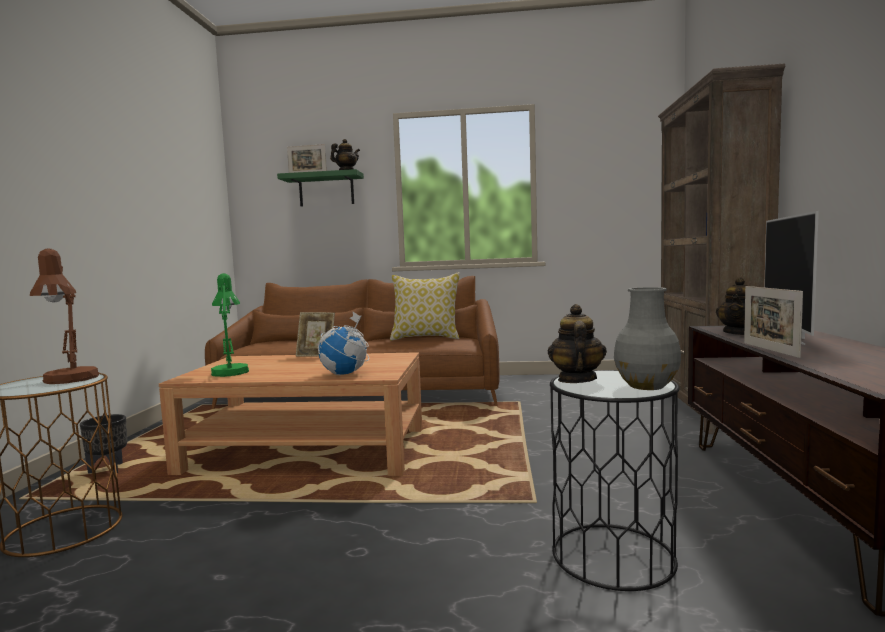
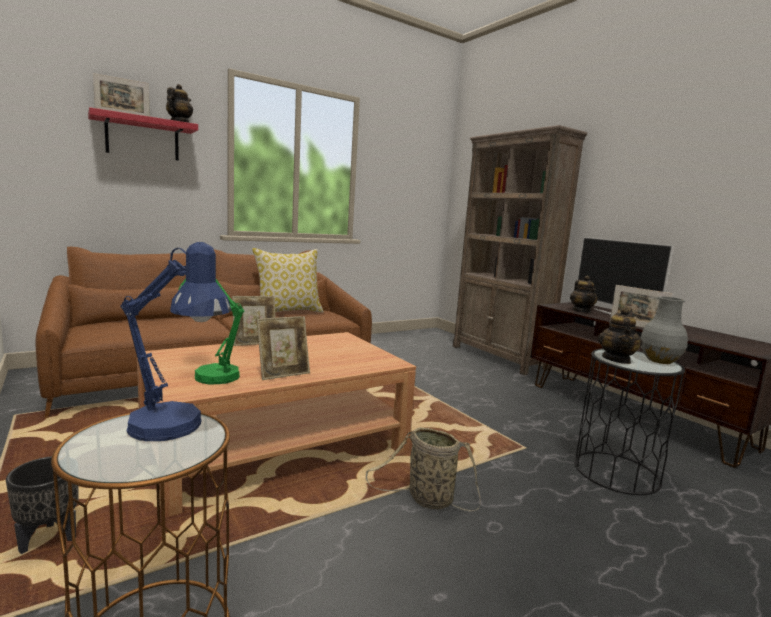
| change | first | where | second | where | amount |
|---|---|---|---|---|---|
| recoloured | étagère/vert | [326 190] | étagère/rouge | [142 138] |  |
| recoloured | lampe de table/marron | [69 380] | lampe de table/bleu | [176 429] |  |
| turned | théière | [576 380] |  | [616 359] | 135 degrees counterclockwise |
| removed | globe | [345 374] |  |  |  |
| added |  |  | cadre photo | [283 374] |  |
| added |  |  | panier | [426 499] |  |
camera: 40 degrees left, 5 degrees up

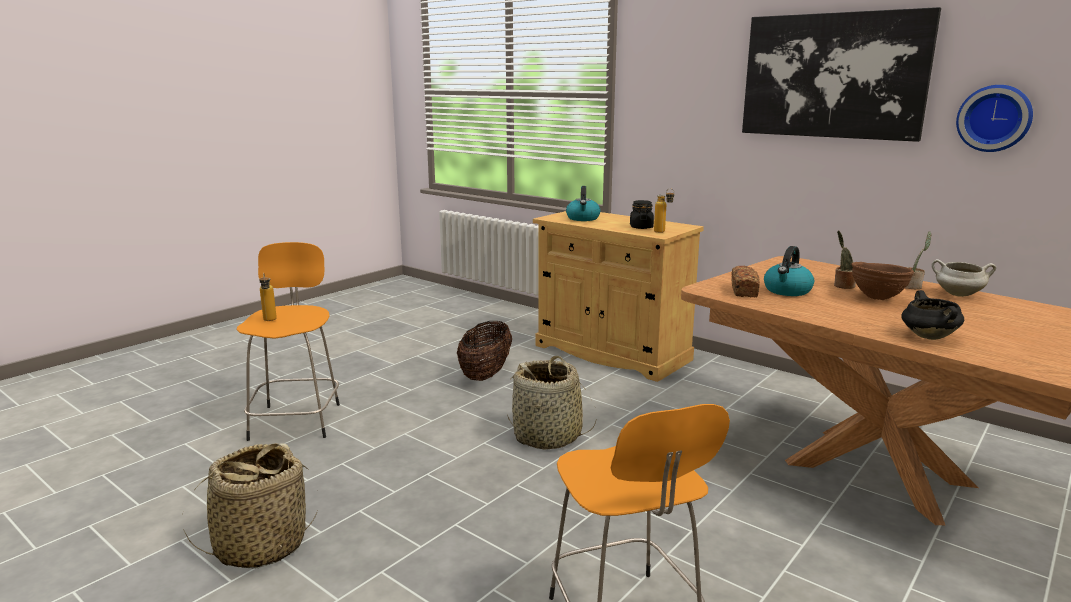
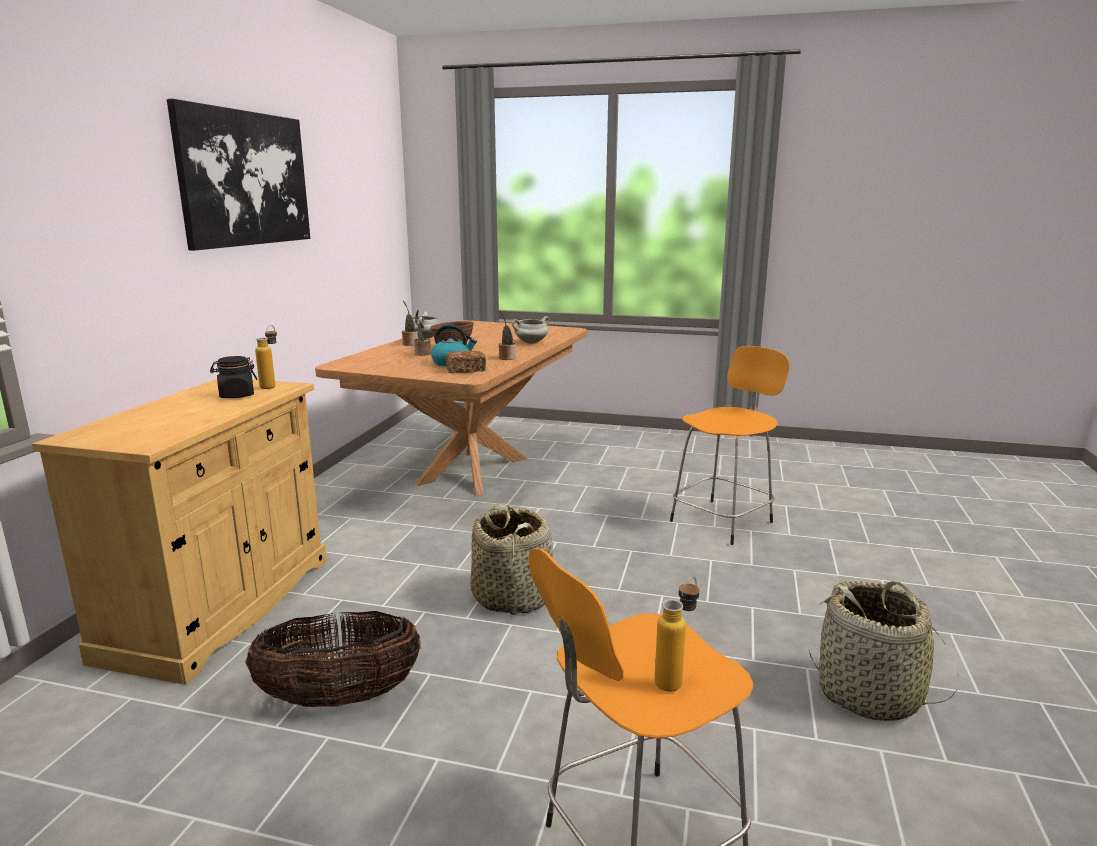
| change | first | where | second | where | amount |
|---|---|---|---|---|---|
| removed | horloge murale | [994 118] |  |  |  |
| removed | bouilloire | [583 218] |  |  |  |
| recoloured | marmite/noir | [927 336] | marmite/blanc | [531 343] |  |
| added |  |  | plante en pot | [506 358] |  |
camera: 115 degrees left, 0 degrees up

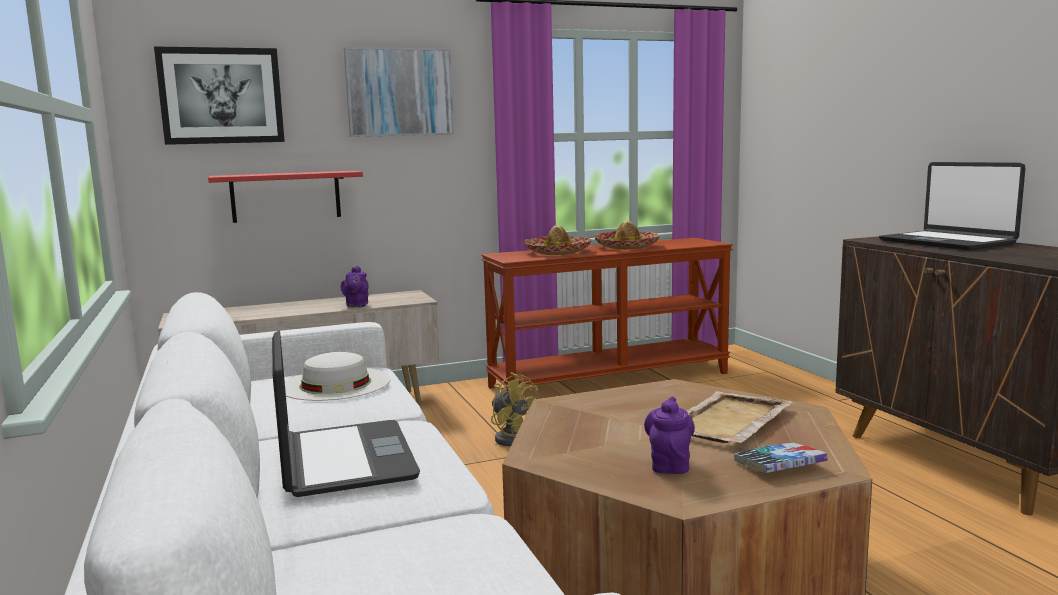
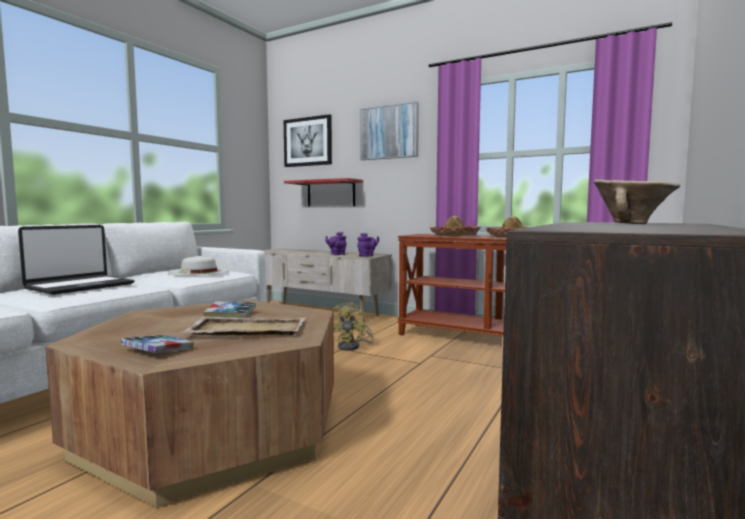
| change | first | where | second | where | amount |
|---|---|---|---|---|---|
| replaced | ordinateur portable | [947 242] | bol/beige | [633 224] |  |
| moved | théière/violet | [669 464] |  | [367 256] |  |
| added |  |  | livre | [230 314] |  |
camera: 50 degrees right, 5 degrees down

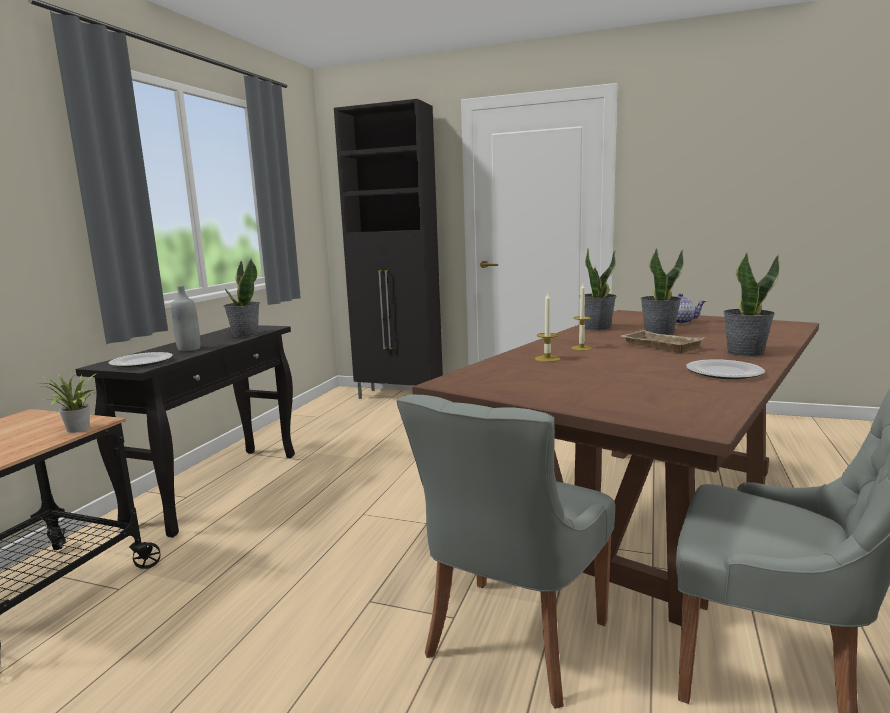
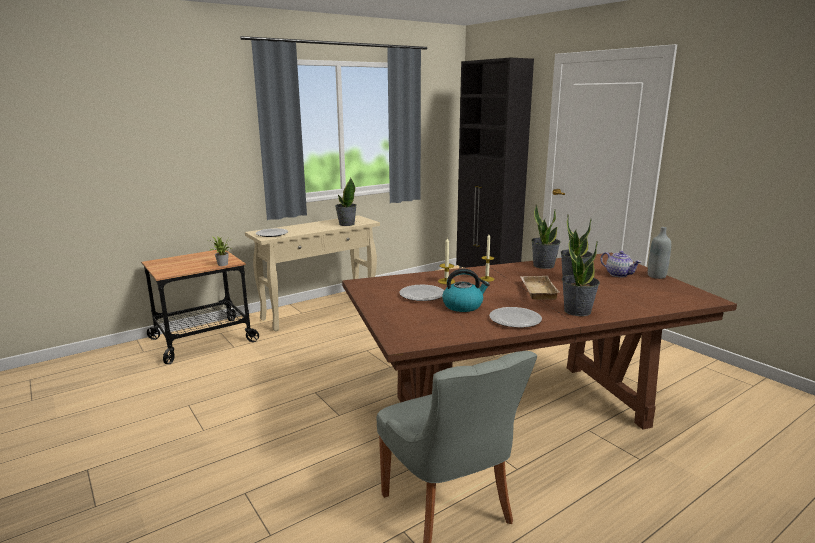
| change | first | where | second | where | amount |
|---|---|---|---|---|---|
| moved | bouteille/gris | [189 349] |  | [656 276] |  |
| recoloured | table console/noir | [218 487] | table console/beige | [320 312] |  |
| removed | chaise/gris | [512 642] |  |  |  |
| added |  |  | bouilloire | [463 306] |  |
| added |  |  | assiette | [422 295] |  |
camera: 35 degrees right, 5 degrees up

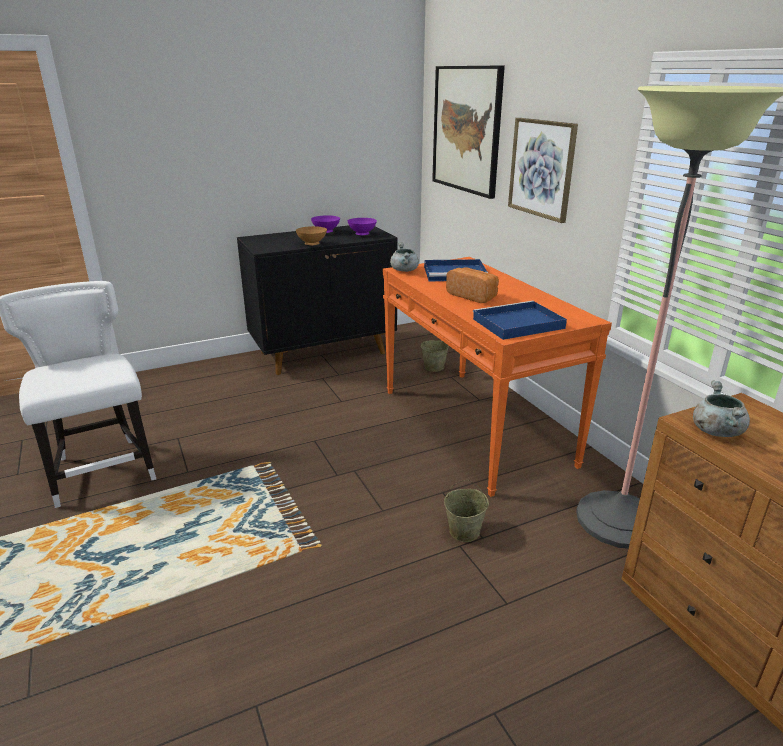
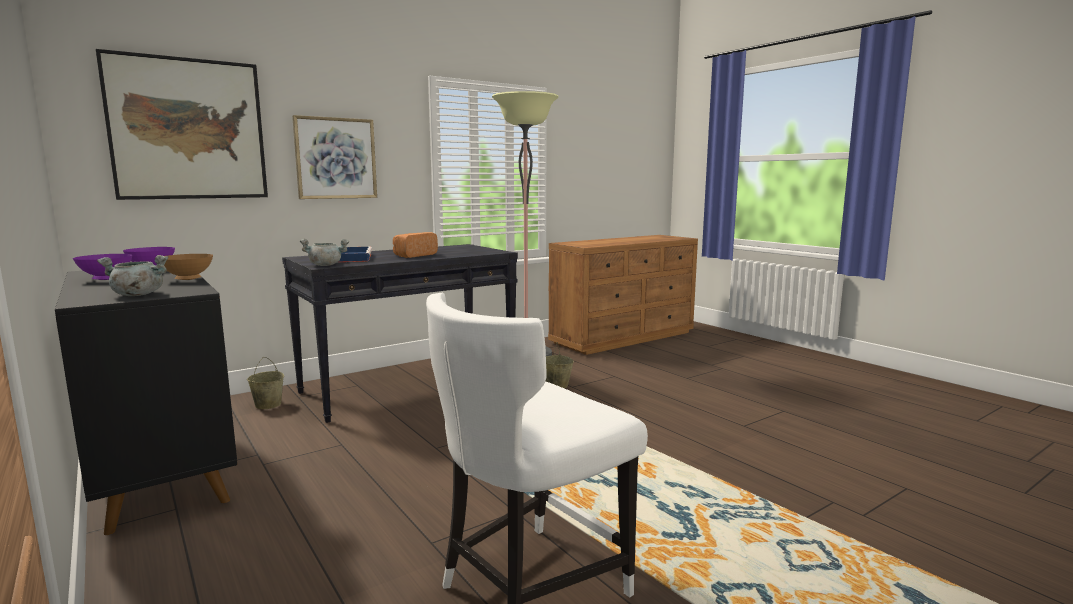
| change | first | where | second | where | amount |
|---|---|---|---|---|---|
| recoloured | table console/orange | [475 426] | table console/noir | [409 386] |  |
| removed | plateau/bleu | [517 324] |  |  |  |
| moved | marmite/gris | [715 430] |  | [136 295] |  |
camera: 100 degrees left, 15 degrees down

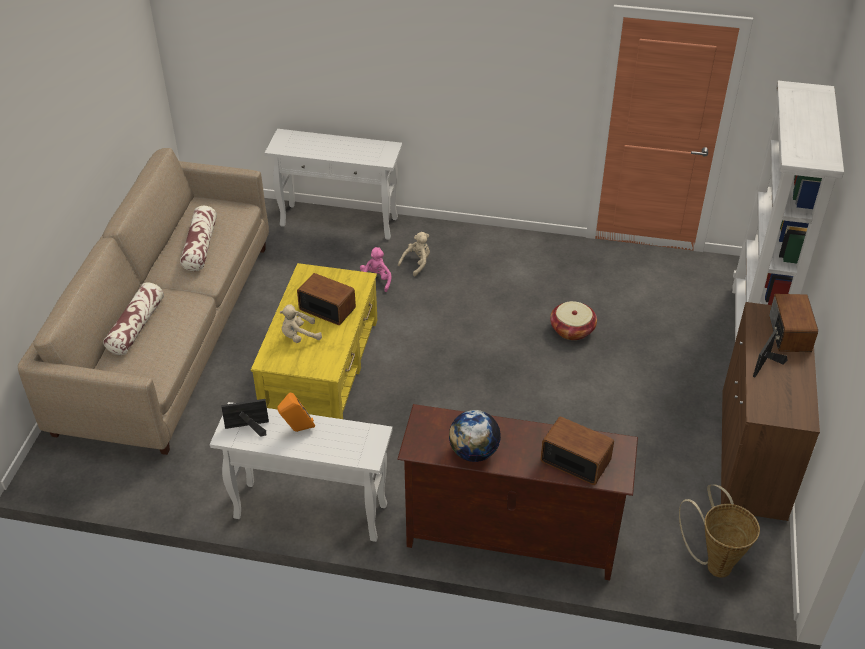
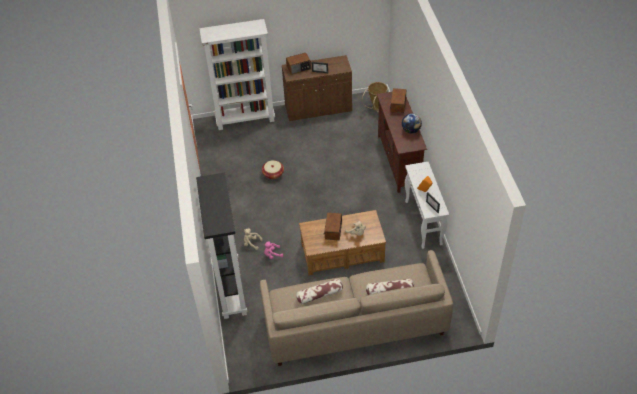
| change | first | where | second | where | amount |
|---|---|---|---|---|---|
| replaced | table console/blanc | [340 222] | bibliothèque/noir | [230 289] |  |
| recoloured | table basse/jaune | [322 365] | table basse/marron | [342 252] |  |
camera: 110 degrees left, 5 degrees up

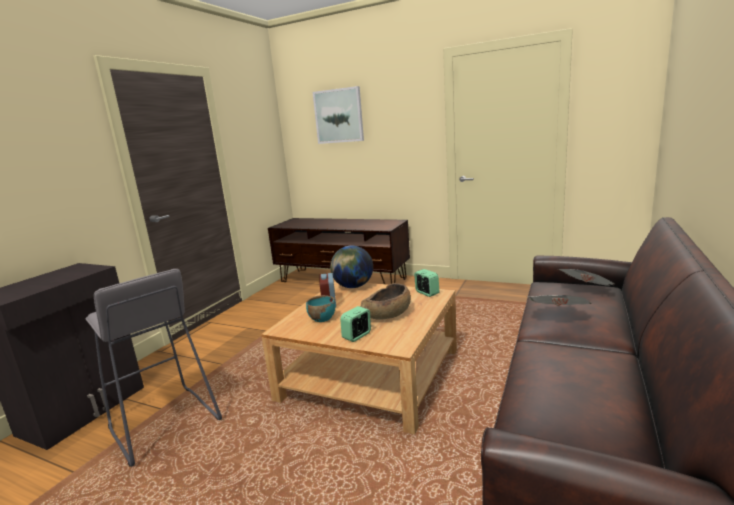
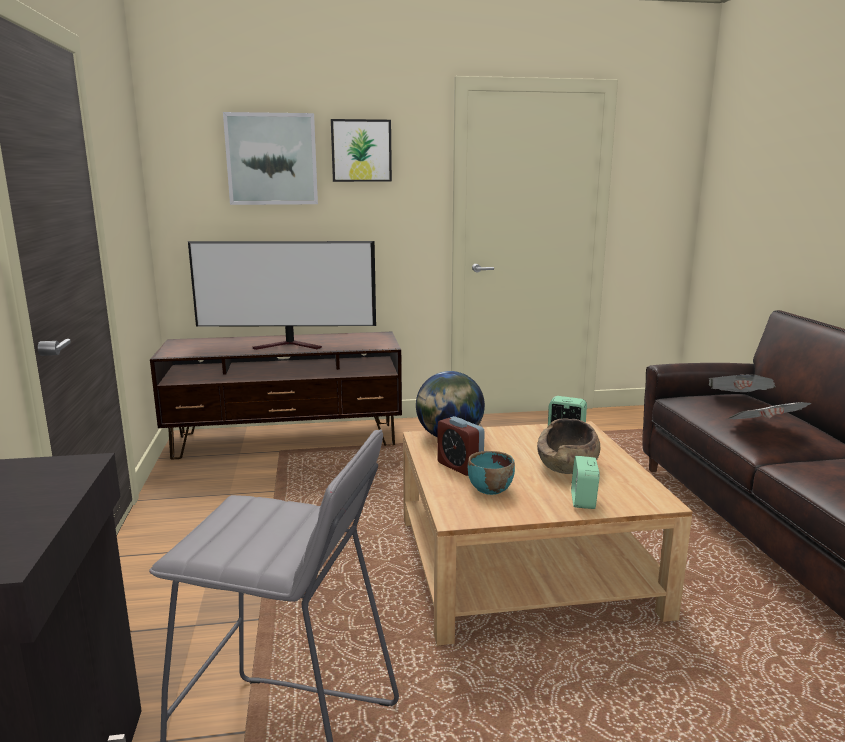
| change | first | where | second | where | amount |
|---|---|---|---|---|---|
| added |  |  | tableau | [361 151] |  |
| added |  |  | téléviseur | [291 346] |  |
camera: 35 degrees left, 0 degrees up

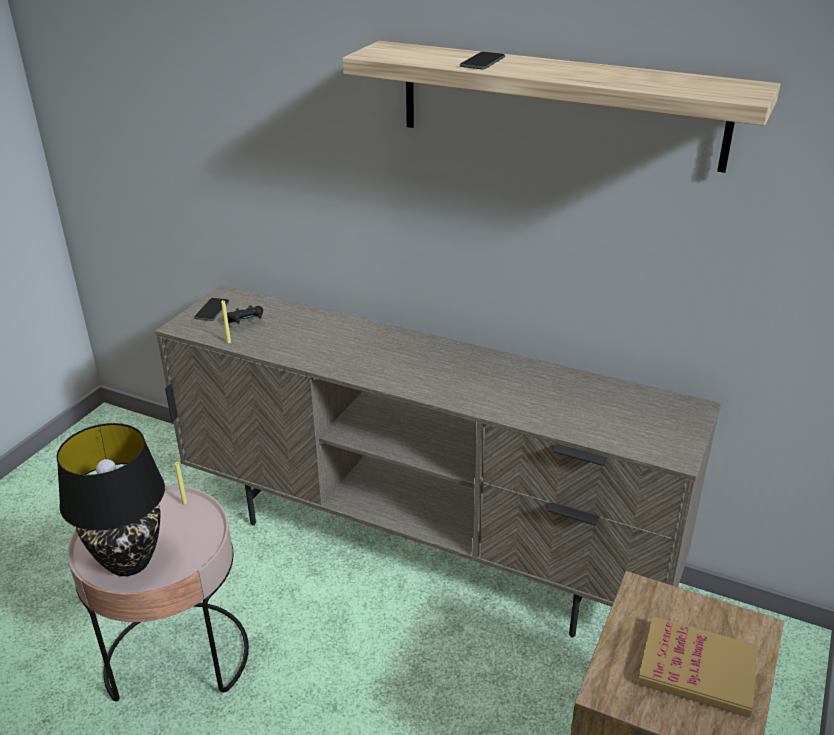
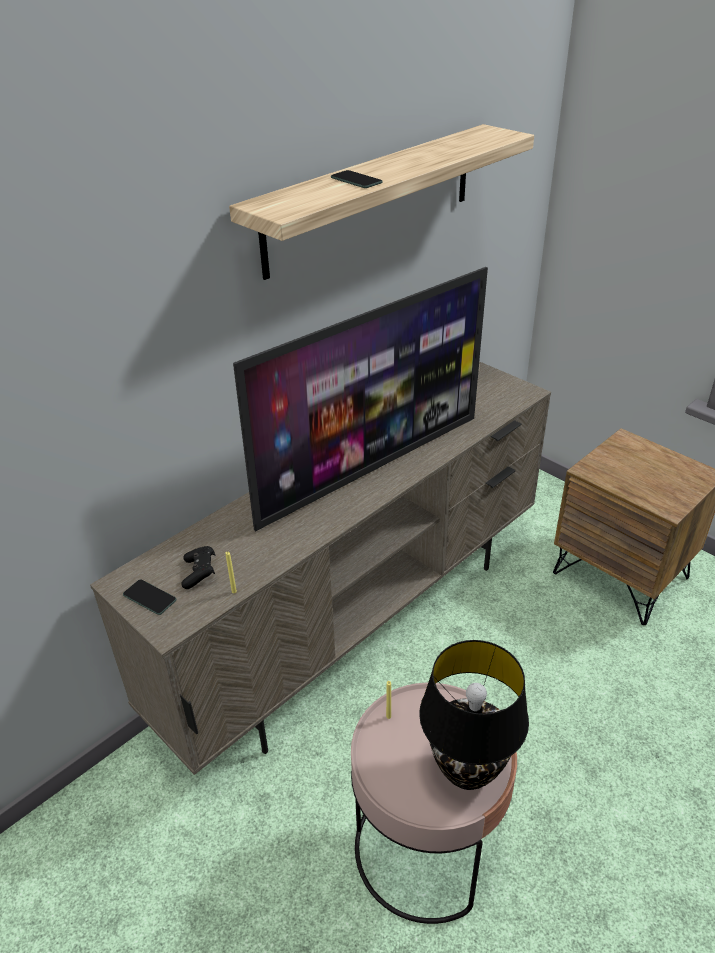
| change | first | where | second | where | amount |
|---|---|---|---|---|---|
| removed | livre | [697 669] |  |  |  |
| added |  |  | téléviseur | [371 467] |  |
camera: 70 degrees left, 5 degrees up

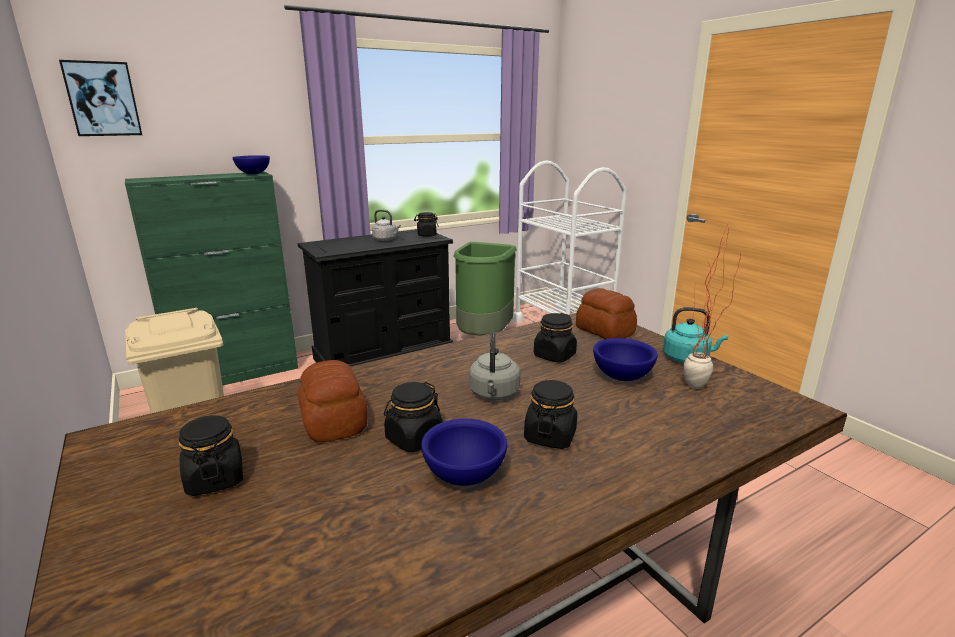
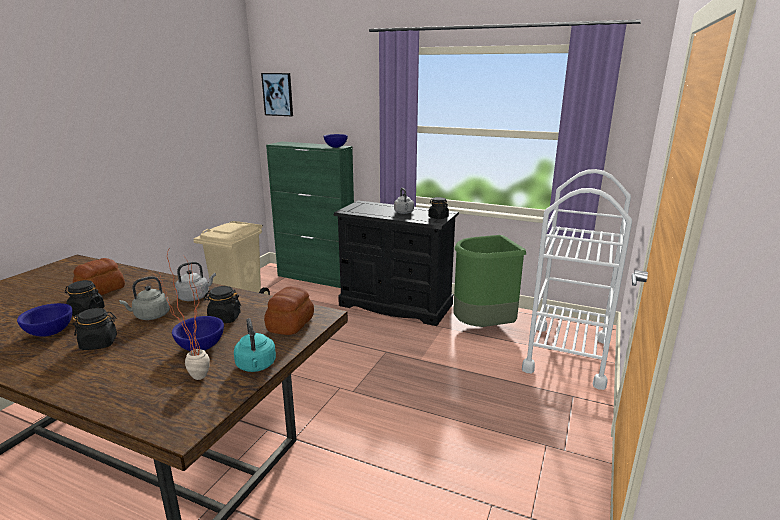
| change | first | where | second | where | amount |
|---|---|---|---|---|---|
| removed | bocal/noir | [215 479] |  |  |  |
| added |  |  | bouilloire/gris | [195 297] |  |
camera: 55 degrees right, 0 degrees up

